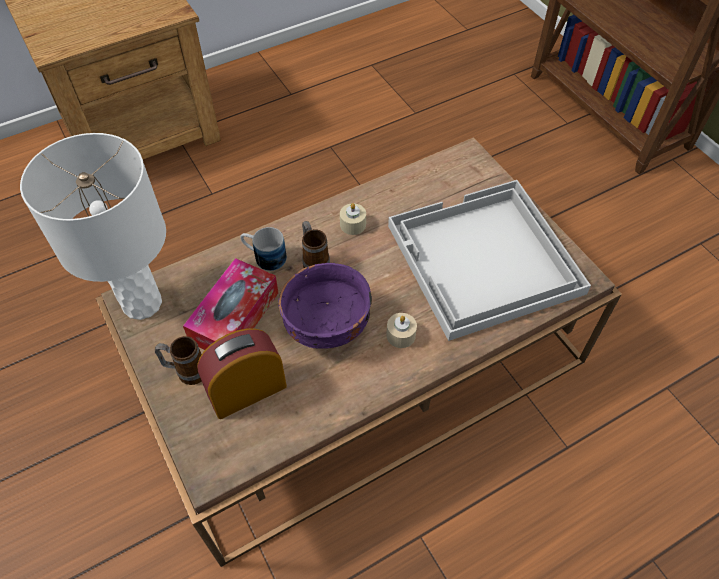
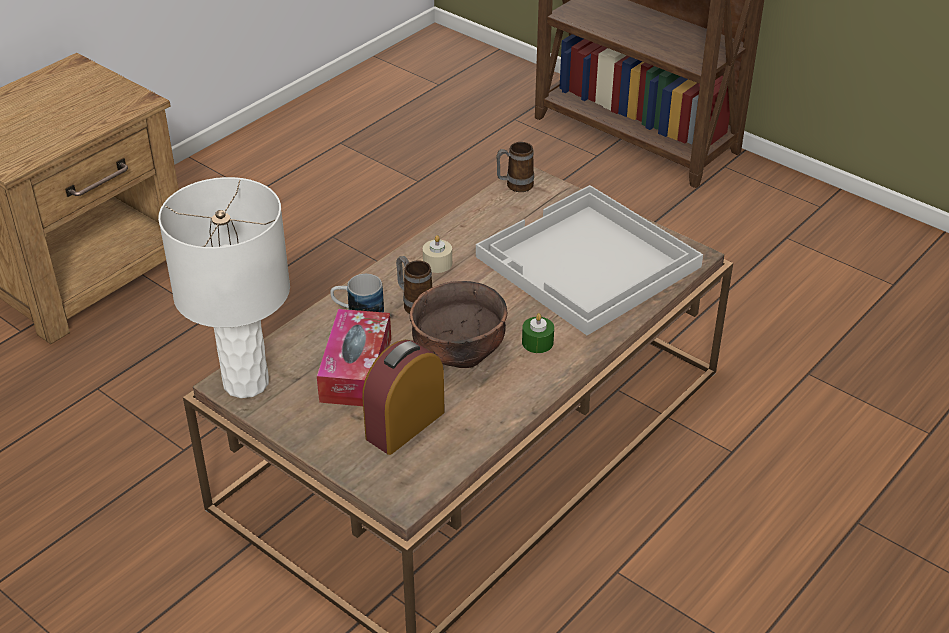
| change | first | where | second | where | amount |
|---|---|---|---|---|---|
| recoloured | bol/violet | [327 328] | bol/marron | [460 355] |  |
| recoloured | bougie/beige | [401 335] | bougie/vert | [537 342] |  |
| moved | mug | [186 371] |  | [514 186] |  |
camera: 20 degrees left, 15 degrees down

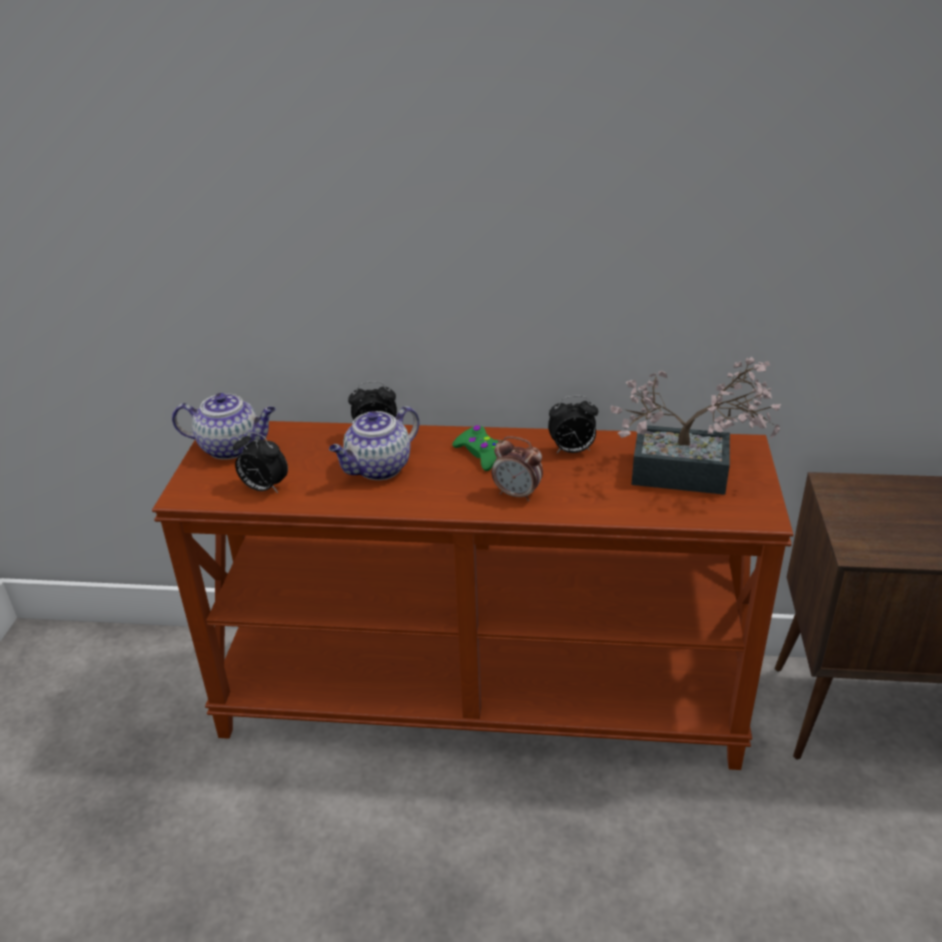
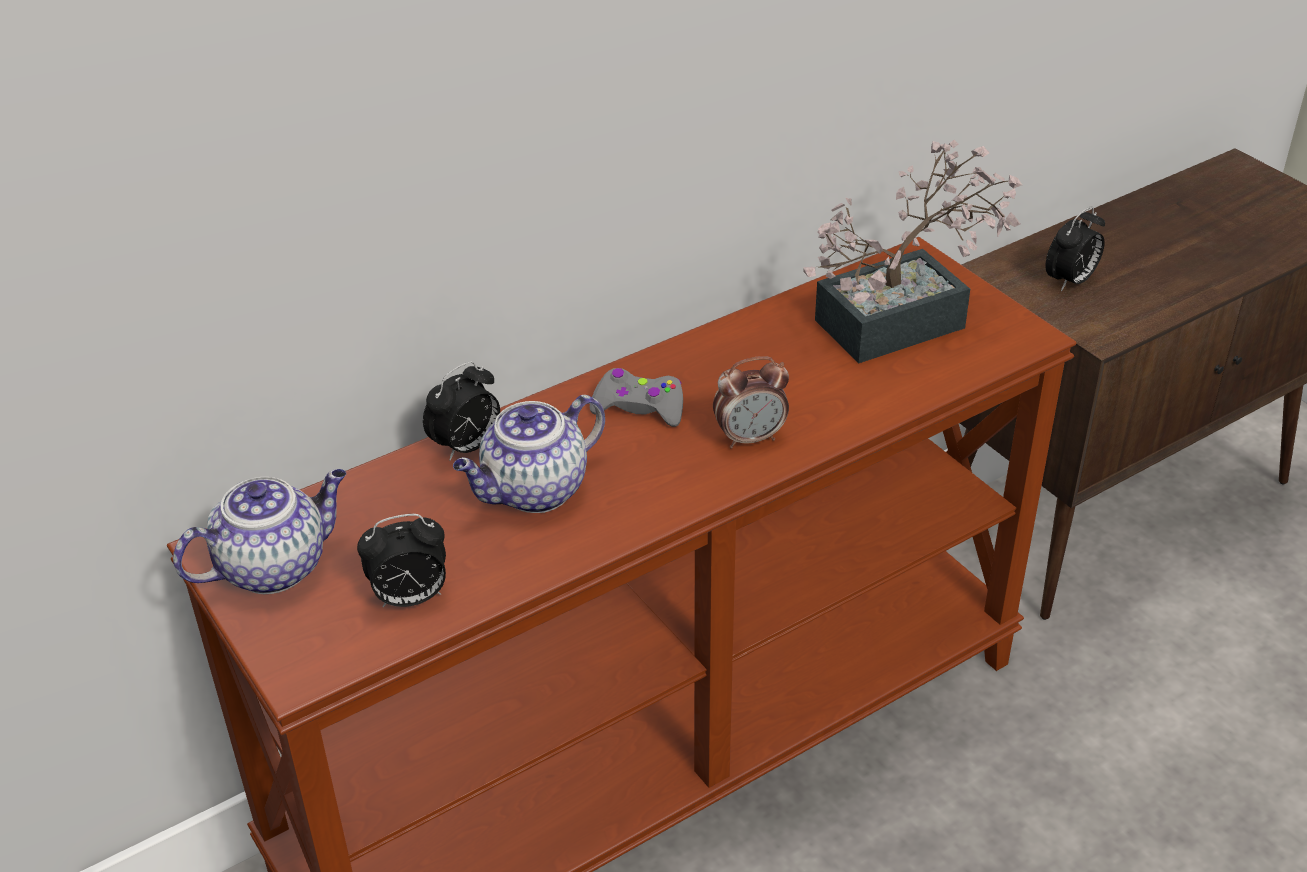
| change | first | where | second | where | amount |
|---|---|---|---|---|---|
| moved | réveil | [572 451] |  | [1070 281] |  |
| turned | théière | [378 469] |  | [534 491] | 45 degrees clockwise |
| recoloured | manette/vert | [481 454] | manette/gris | [639 407] |  |
camera: 40 degrees left, 5 degrees up

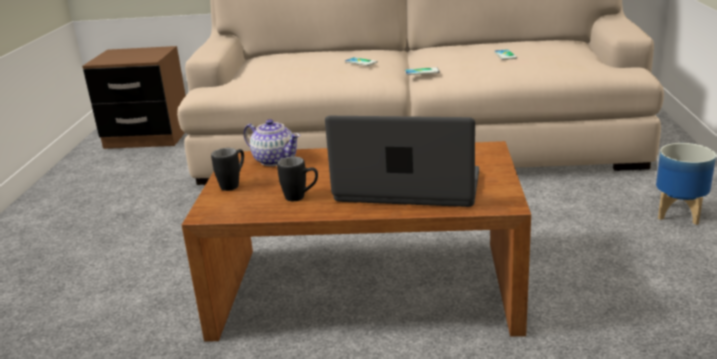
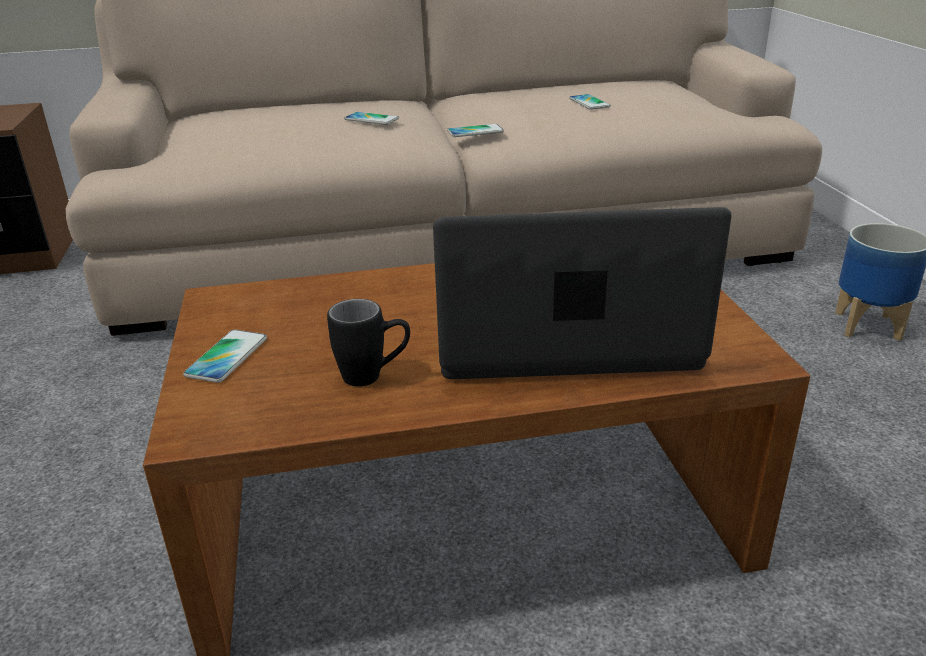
| change | first | where | second | where | amount |
|---|---|---|---|---|---|
| removed | théière | [274 160] |  |  |  |
| replaced | mug/noir | [233 184] | téléphone | [227 357] |  |
camera: 15 degrees left, 5 degrees up

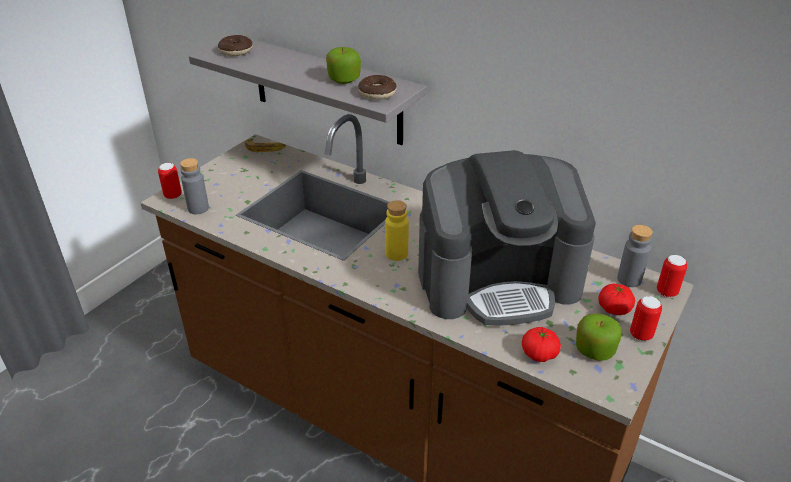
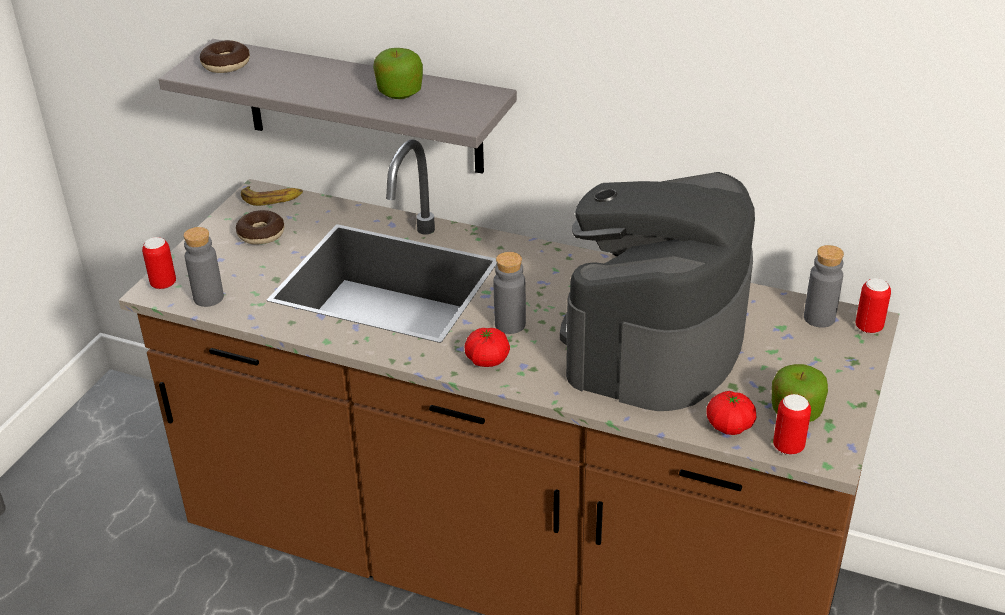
| change | first | where | second | where | amount |
|---|---|---|---|---|---|
| moved | beignet | [377 93] |  | [261 234] |  |
| turned | machine à café | [498 280] |  | [654 340] | 135 degrees clockwise |
| recoloured | bouteille/jaune | [396 254] | bouteille/gris | [510 324] |  |
| moved | tomate | [614 308] |  | [487 360] |  |
| moved | boîte métallique | [641 335] |  | [788 447] |  |
camera: 10 degrees left, 0 degrees up

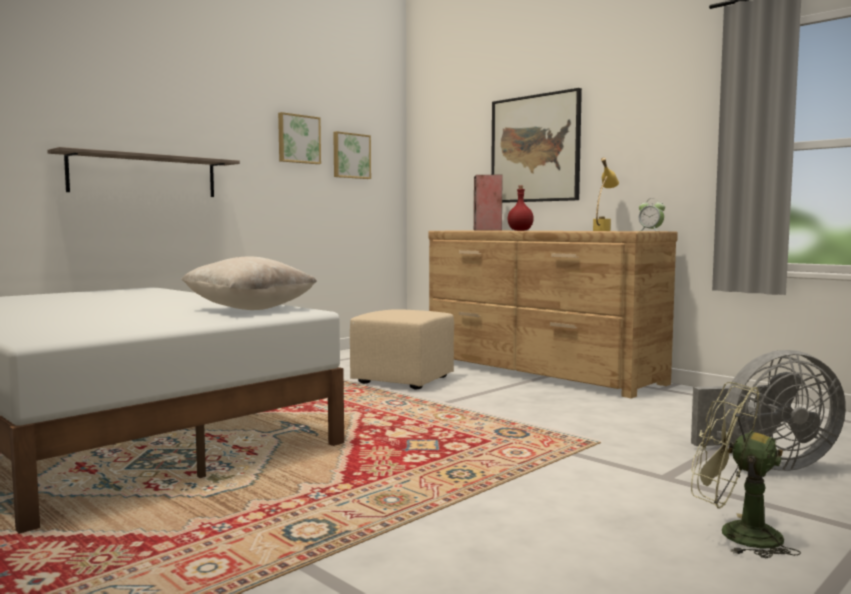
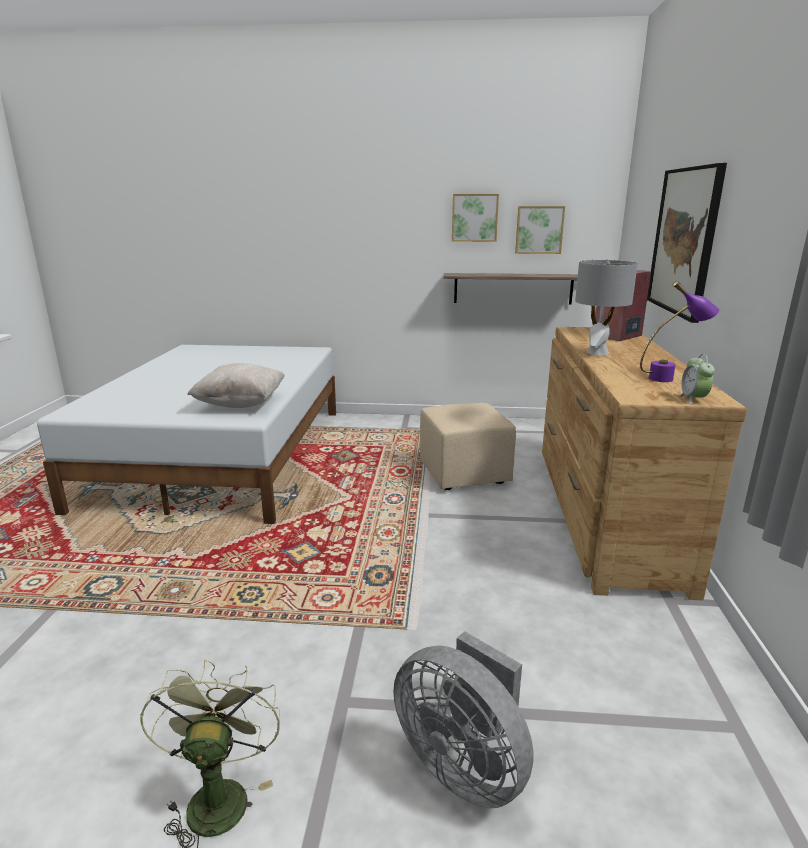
| change | first | where | second | where | amount |
|---|---|---|---|---|---|
| moved | étagère | [144 175] |  | [513 288] |  |
| recoloured | lampe de table/jaune | [604 230] | lampe de table/violet | [671 378] |  |
| replaced | bouteille/rouge | [520 230] | lampe de table/gris | [597 353] |  |
camera: 50 degrees right, 15 degrees up

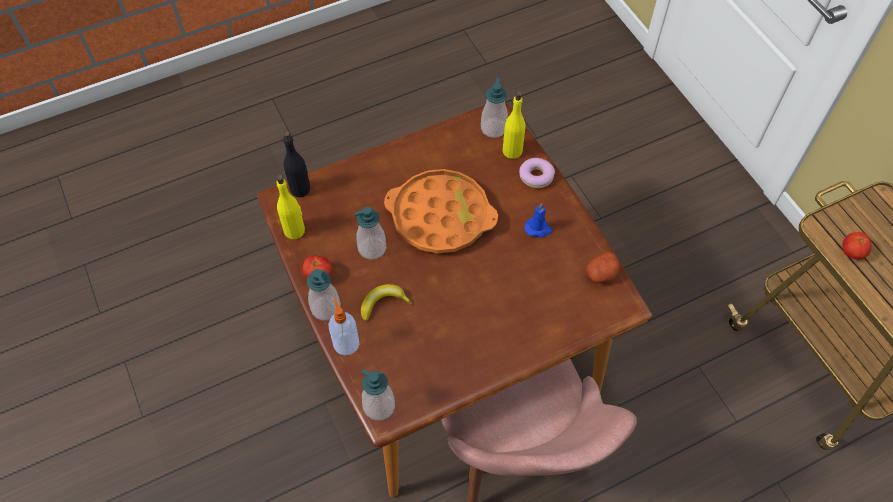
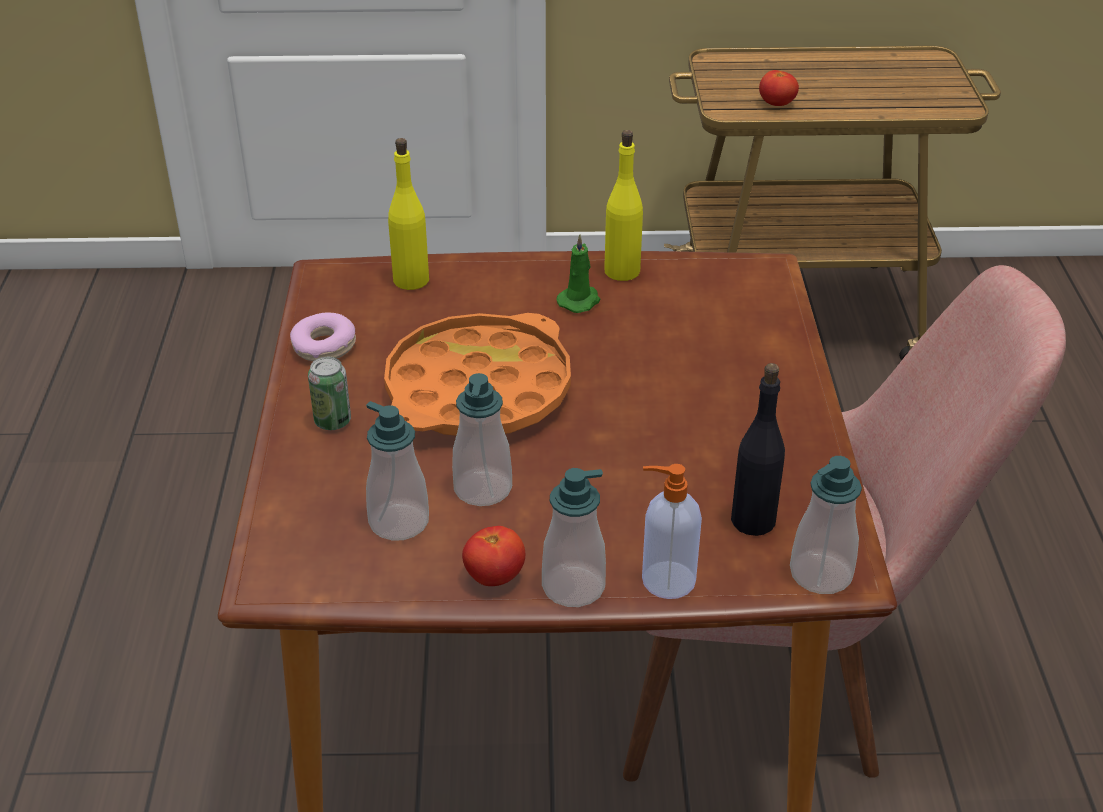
| change | first | where | second | where | amount |
|---|---|---|---|---|---|
| moved | distributeur de savon | [493 128] |  | [399 522] |  |
| moved | bouteille/noir | [300 189] |  | [753 520] |  |
| moved | beignet | [536 176] |  | [324 346] |  |
| moved | bouteille/jaune | [294 230] |  | [622 271] |  |
| recoloured | bougie/bleu | [538 229] | bougie/vert | [580 301] |  |
| removed | pomme de terre | [601 274] |  |  |  |
| removed | banane | [383 303] |  |  |  |
| added |  |  | boîte métallique | [332 421] |  |
camera: 65 degrees left, 20 degrees down

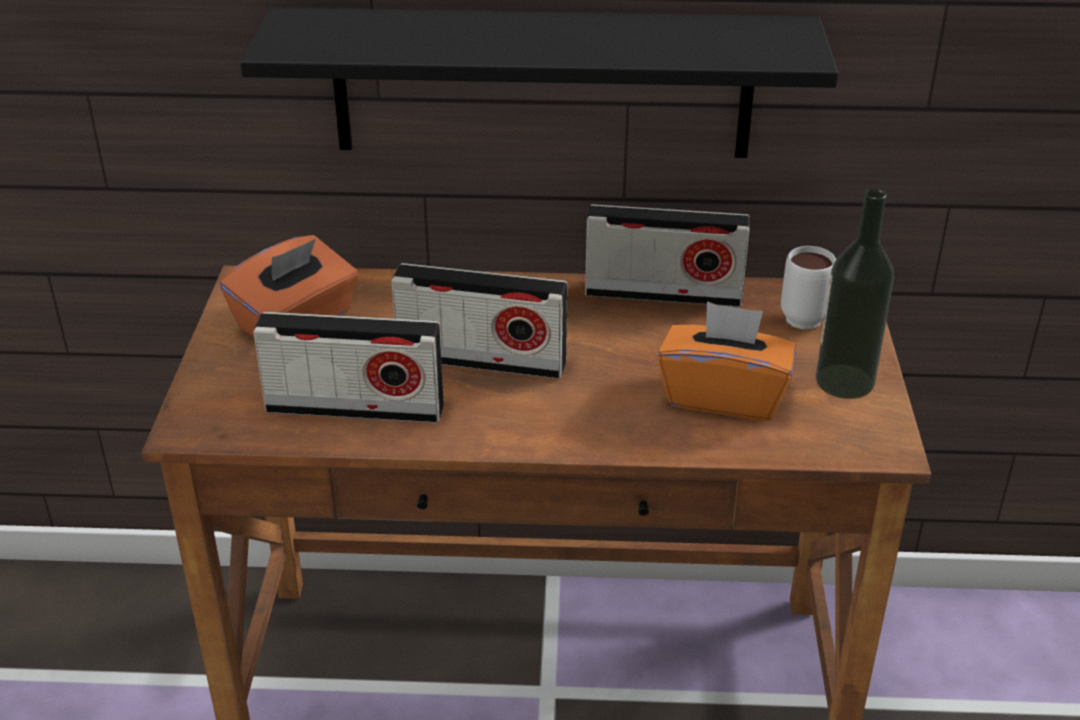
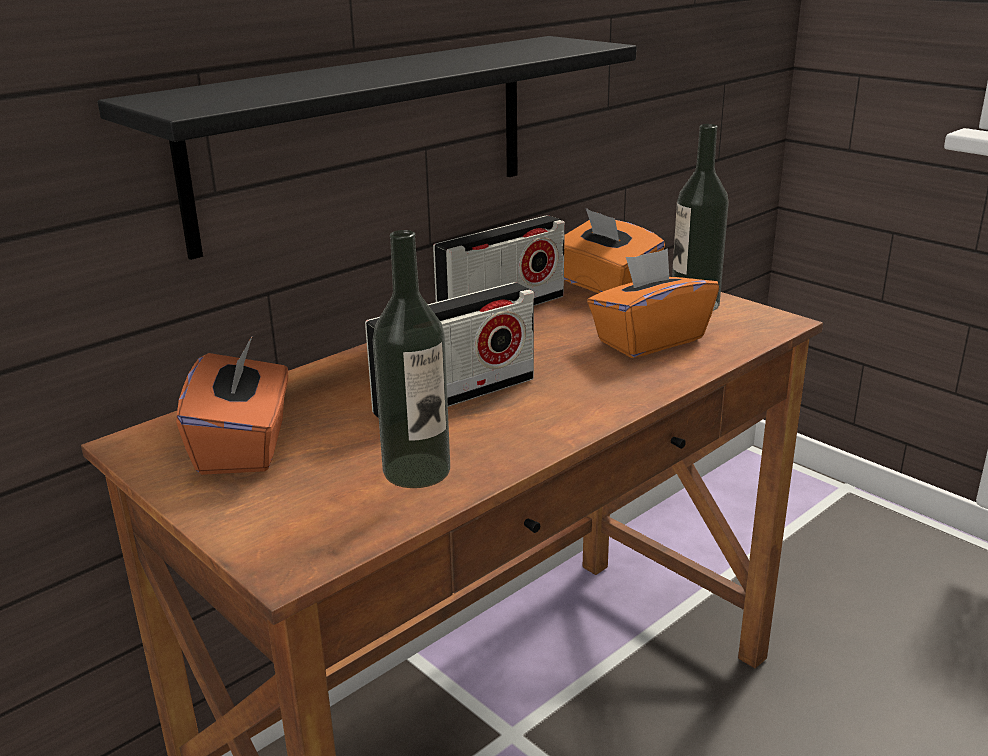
| change | first | where | second | where | amount |
|---|---|---|---|---|---|
| replaced | mug/blanc | [802 315] | boîte à mouchoirs/orange | [605 286] |  |
| replaced | radio | [355 408] | bouteille | [416 470] |  |
camera: 45 degrees left, 10 degrees down

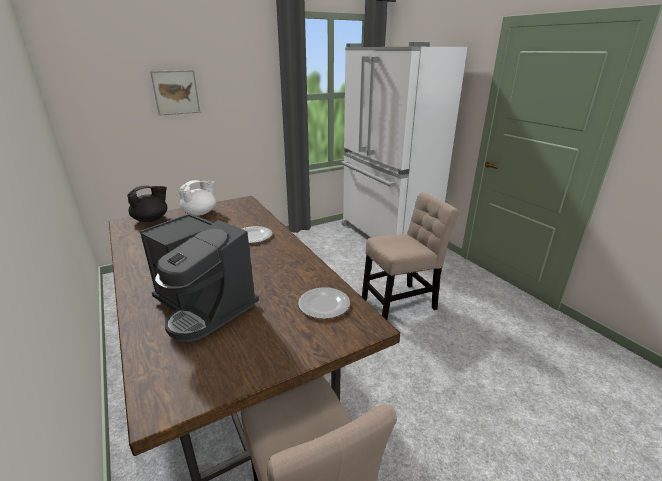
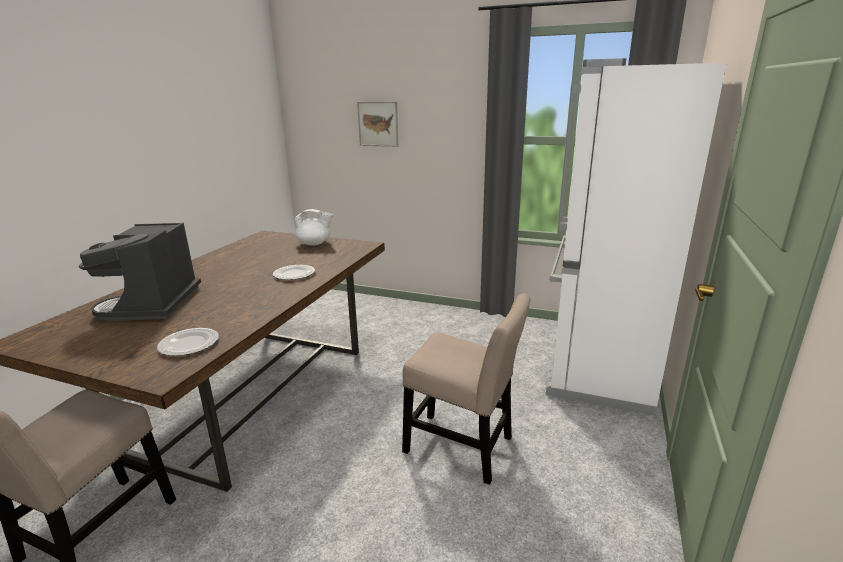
| change | first | where | second | where | amount |
|---|---|---|---|---|---|
| removed | théière/noir | [151 219] |  |  |  |
camera: 50 degrees right, 5 degrees down

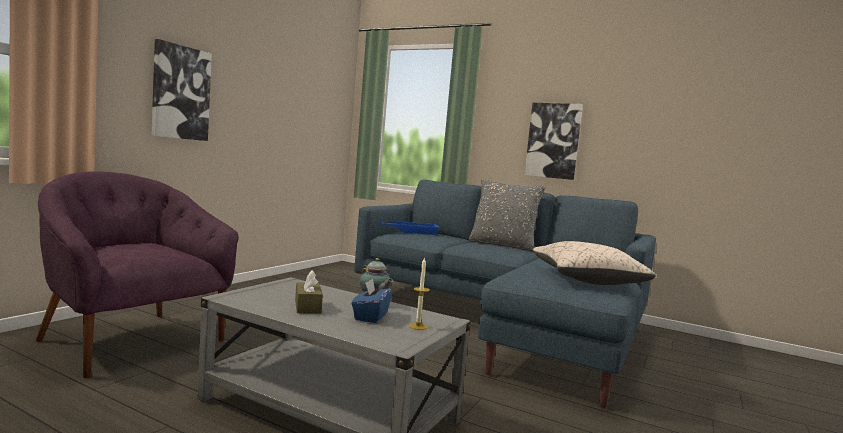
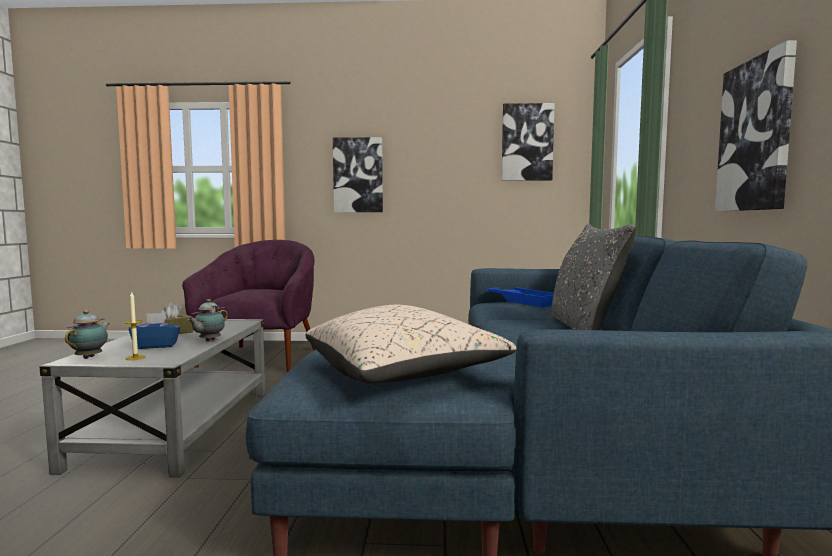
| change | first | where | second | where | amount |
|---|---|---|---|---|---|
| added |  |  | tableau | [527 142] |  |
| added |  |  | théière | [90 357] |  |
camera: 65 degrees right, 0 degrees up

